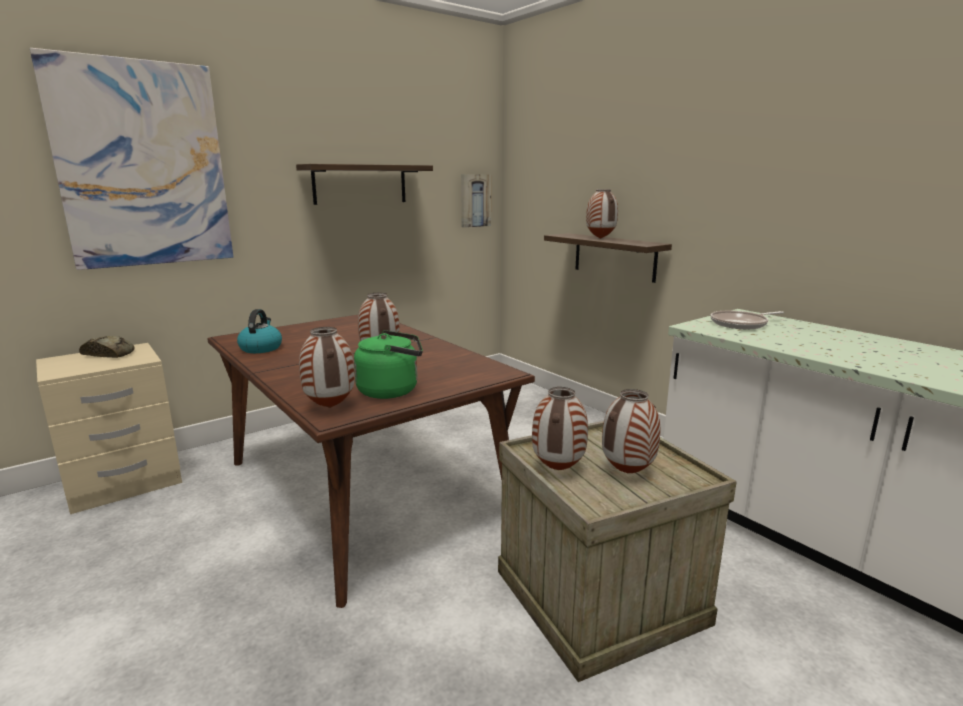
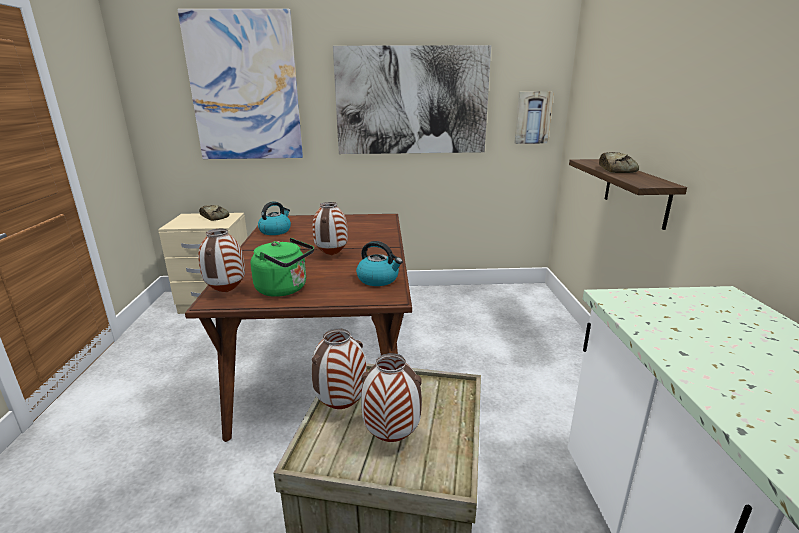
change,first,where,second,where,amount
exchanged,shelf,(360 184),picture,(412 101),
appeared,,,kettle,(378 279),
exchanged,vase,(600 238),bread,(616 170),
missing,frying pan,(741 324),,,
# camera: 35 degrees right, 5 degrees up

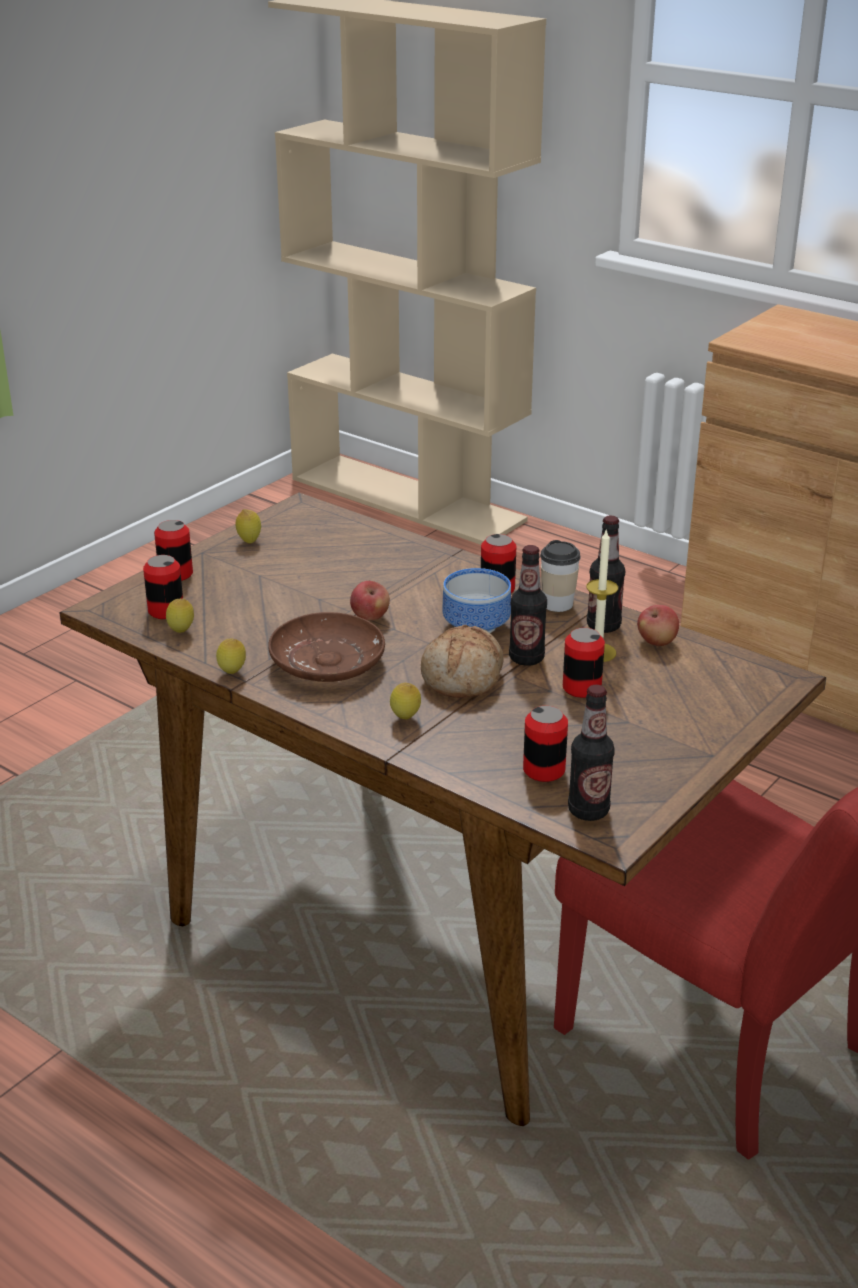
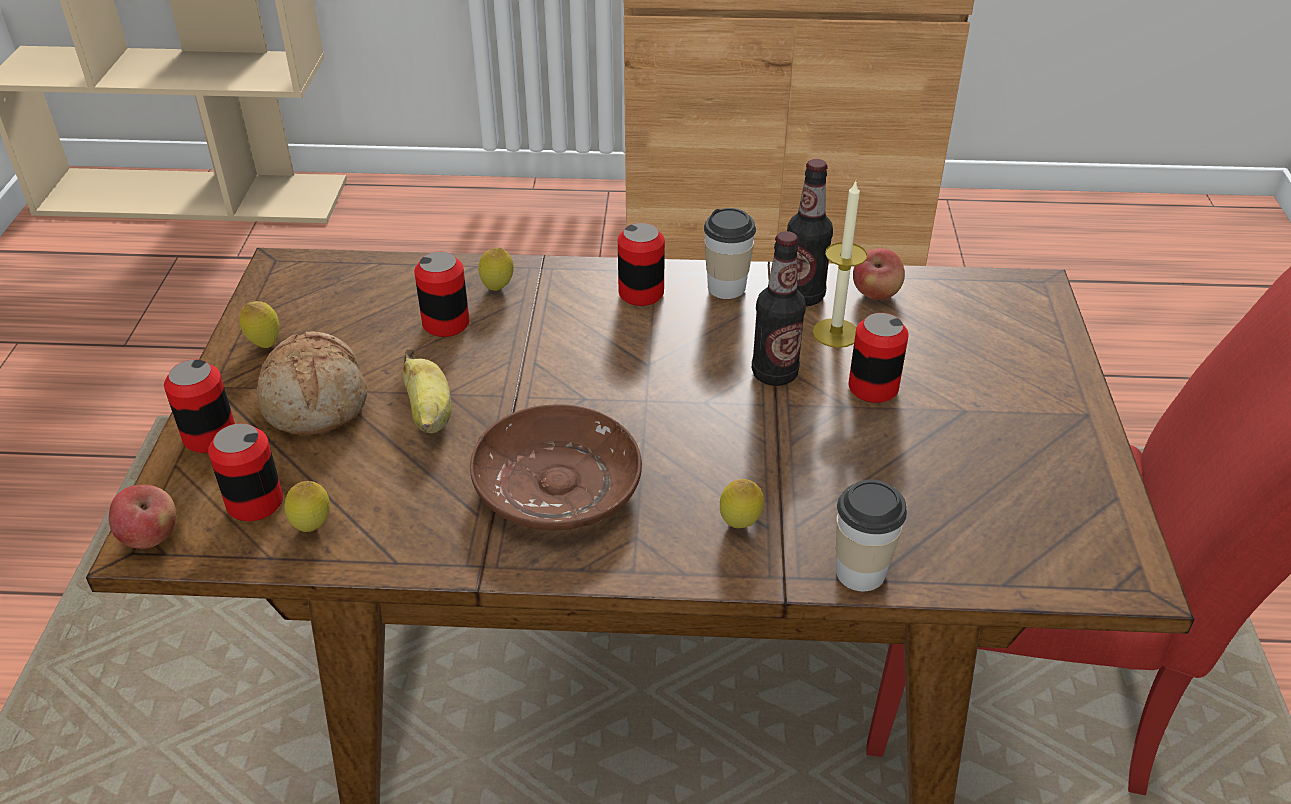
change,first,where,second,where,amount
relocated,apple,(370 617),,(150 537),
relocated,bread,(464 677),,(316 400),
appeared,,,banana,(430 415),
relocated,can,(544 770),,(446 323),
relocated,lemon,(232 673),,(498 289),
appeared,,,cup,(860 572),
missing,bowl,(473 625),,,
missing,bottle,(588 811),,,
# camera: 35 degrees left, 10 degrees up

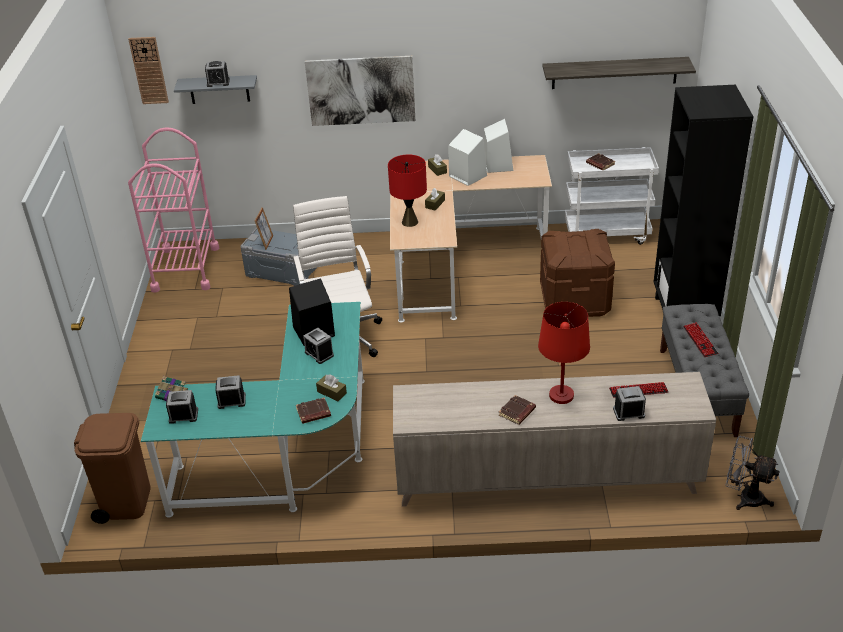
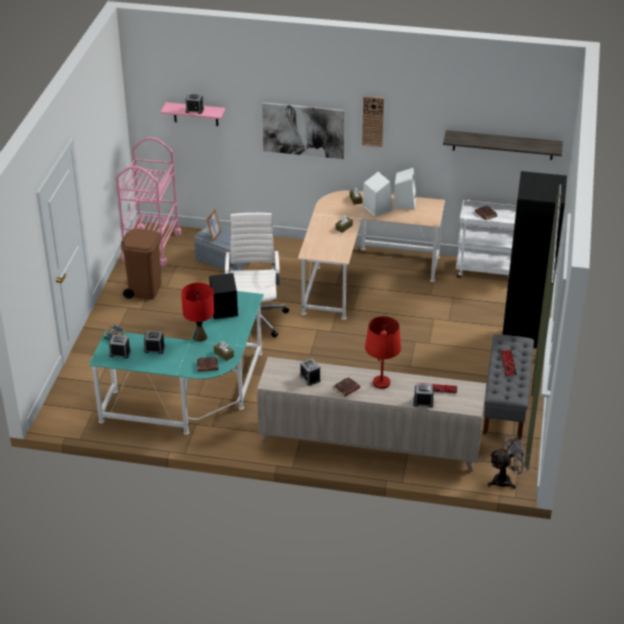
change,first,where,second,where,amount
relocated,trash can (brown),(126 501),,(145 289),
colour,shelf (grey),(219 89),shelf (pink),(195 114),
relocated,table lamp (red),(409 222),,(200 337),
relocated,alarm clock,(319 354),,(310 378),
relocated,wall clock,(149 70),,(373 121),
spun,fan (grey),(744 497),,(506 480),120 degrees clockwise
missing,storage box (brown),(574 300),,,
# camera: 10 degrees right, 0 degrees up

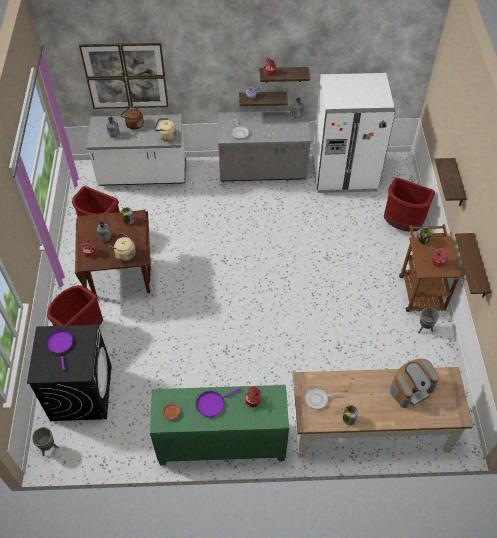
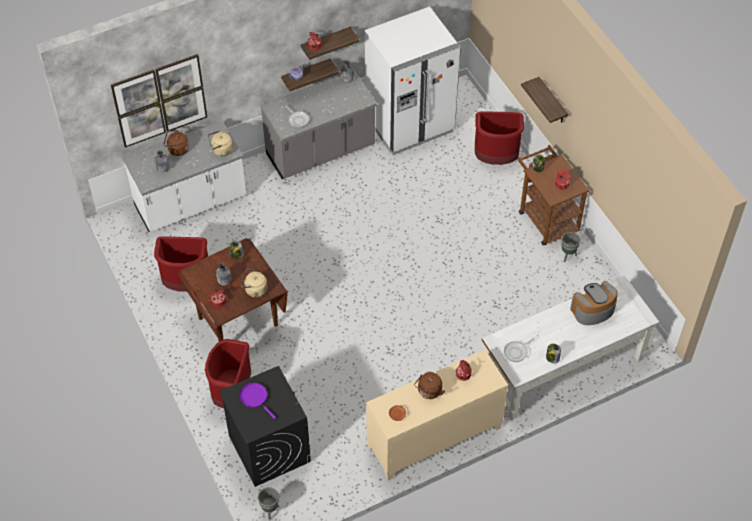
change,first,where,second,where,amount
colour,cabinet (green),(221 443),cabinet (beige),(434 437),
exchanged,frying pan (purple),(212 404),kettle (brown),(429 392),
colour,desk (brown),(370 428),desk (white),(562 367),
spun,coffee machine,(411 388),,(592 310),150 degrees counterclockwise
missing,shelf,(479 268),,,
# camera: 25 degrees left, 0 degrees up

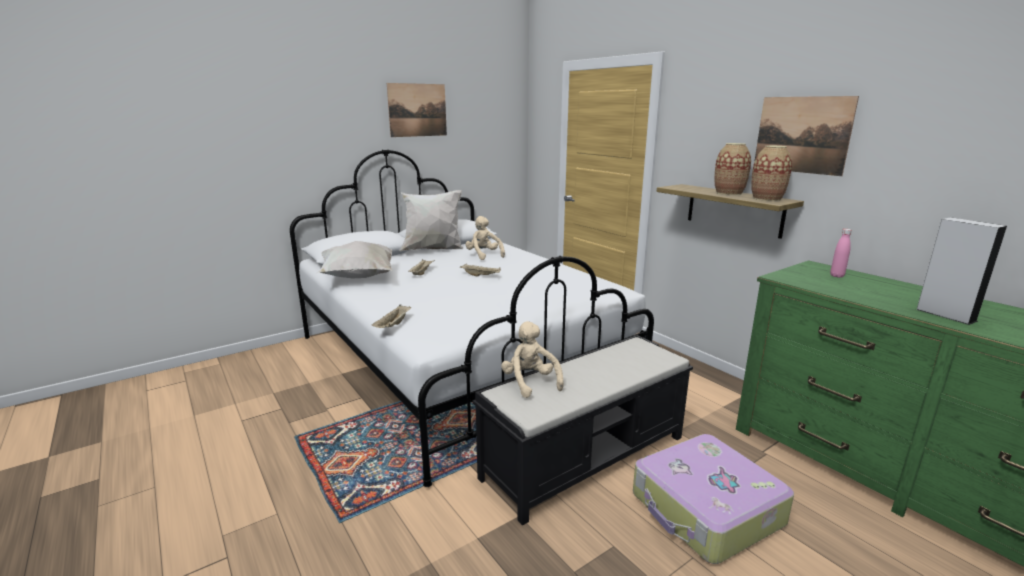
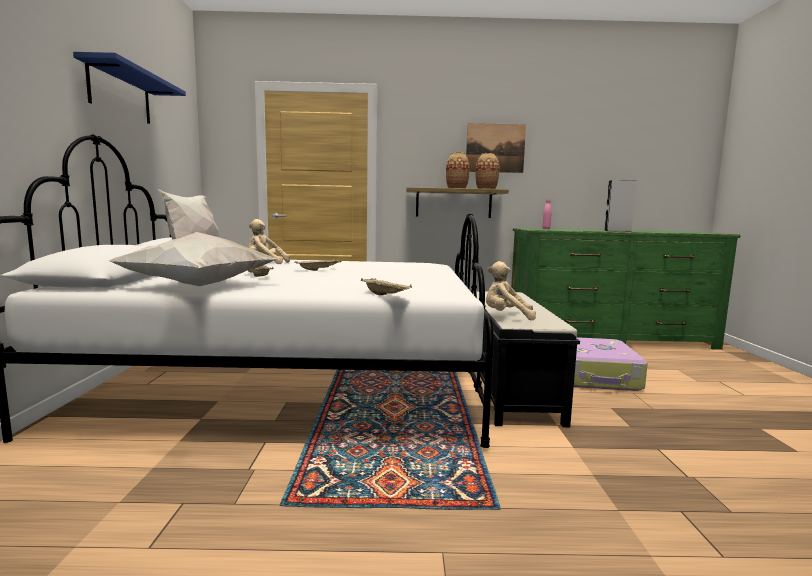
change,first,where,second,where,amount
exchanged,picture,(417 110),shelf (blue),(120 94),
# camera: 55 degrees left, 10 degrees down

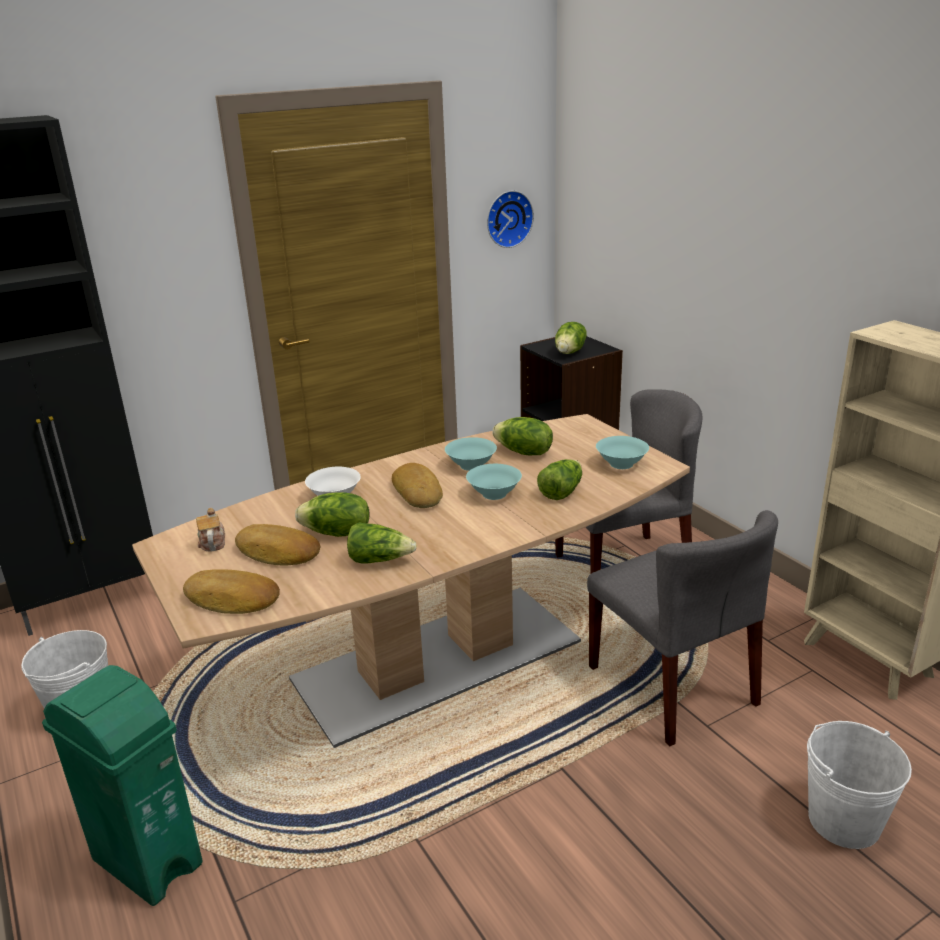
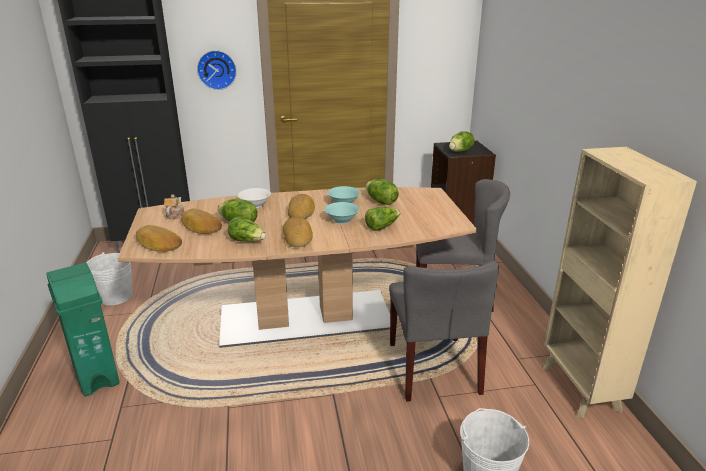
change,first,where,second,where,amount
relocated,wall clock,(507 218),,(217 69),
appeared,,,bread,(298 236),
missing,bowl (turquoise),(621 464),,,
# camera: 20 degrees right, 0 degrees up

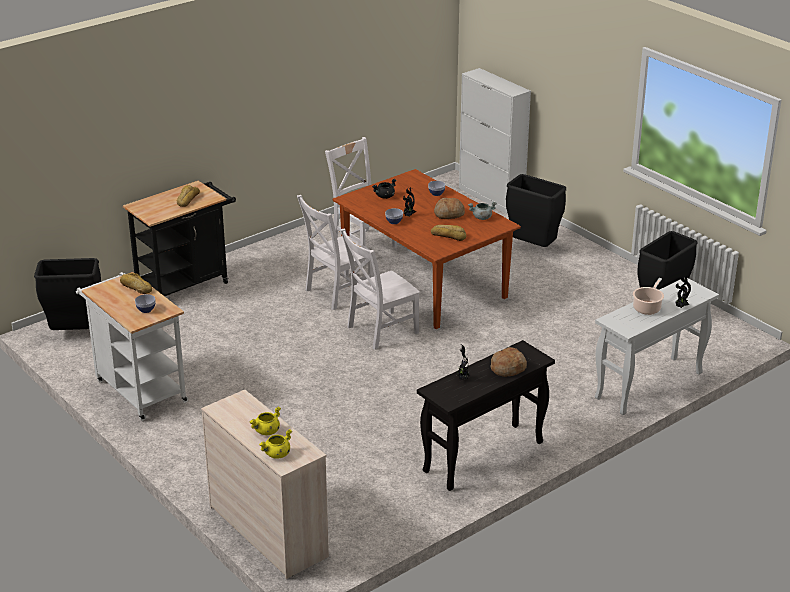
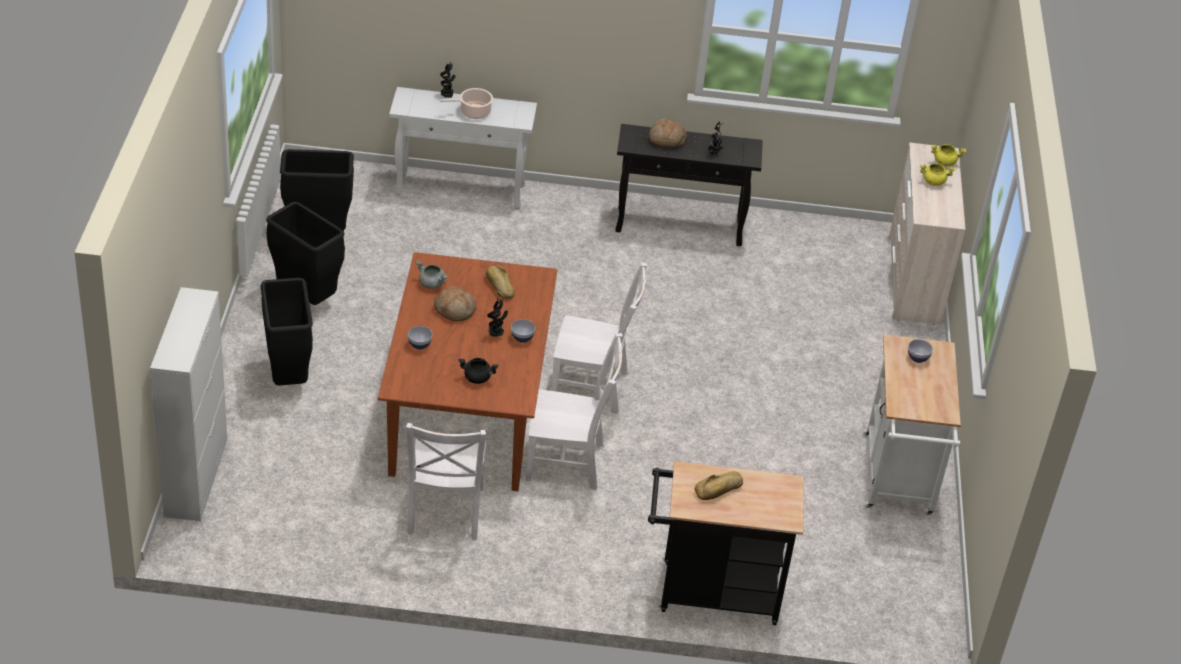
change,first,where,second,where,amount
relocated,trash can (black),(75 334),,(307 298),
missing,bread,(135 287),,,
# camera: 140 degrees left, 10 degrees up

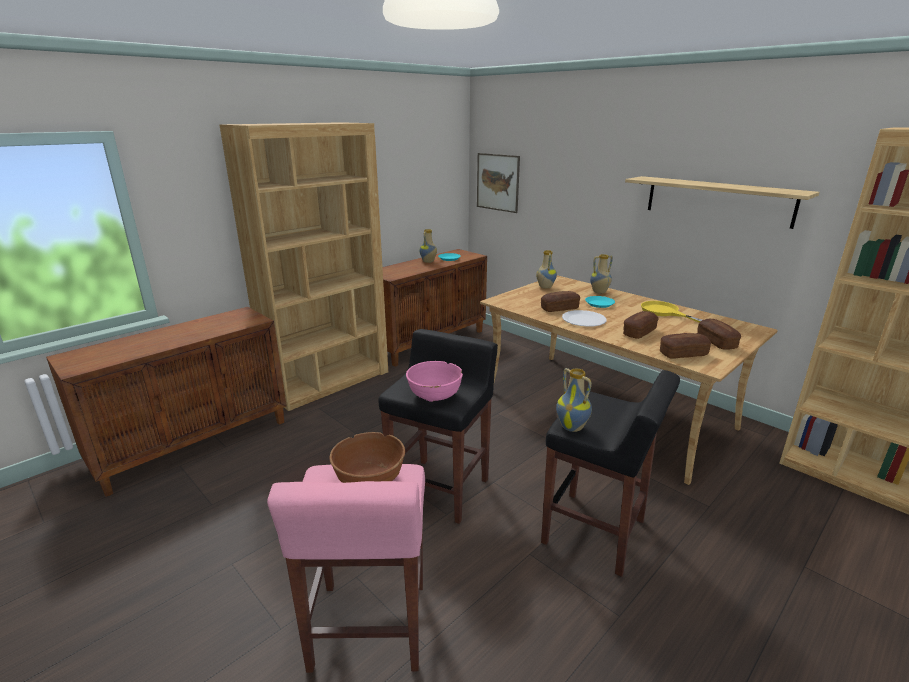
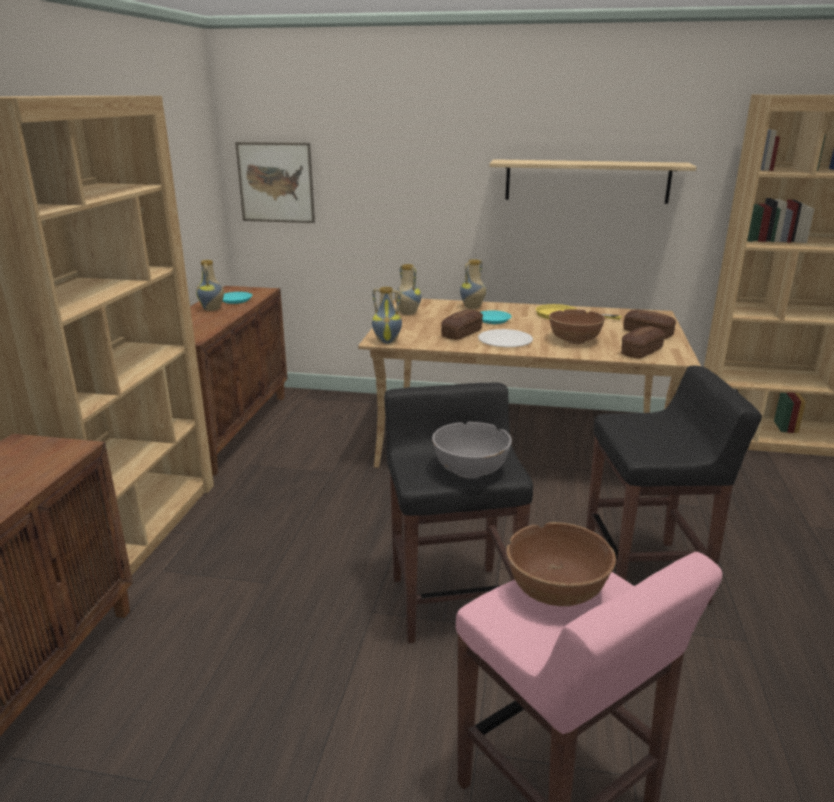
change,first,where,second,where,amount
relocated,vase,(572 427),,(387 341),
colour,bowl (pink),(434 395),bowl (grey),(470 470),
exchanged,bread,(639 332),bowl (brown),(574 340),
# camera: 35 degrees left, 0 degrees up

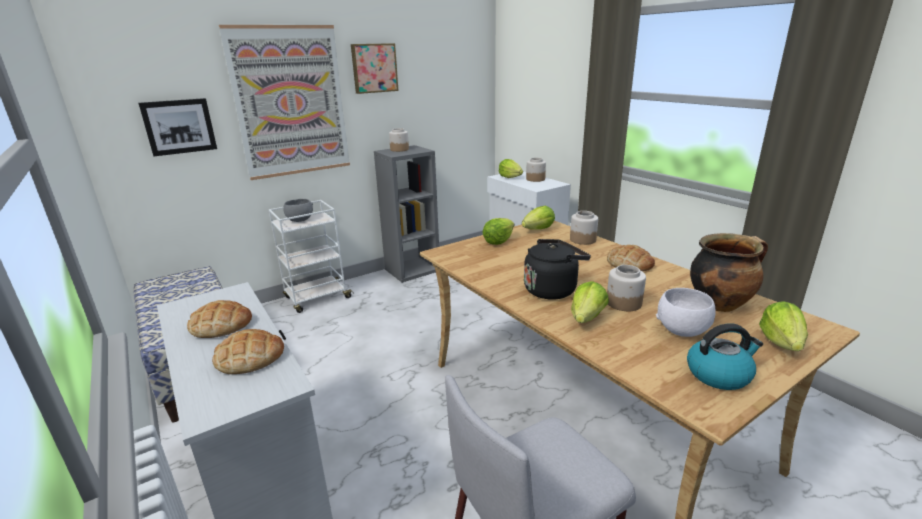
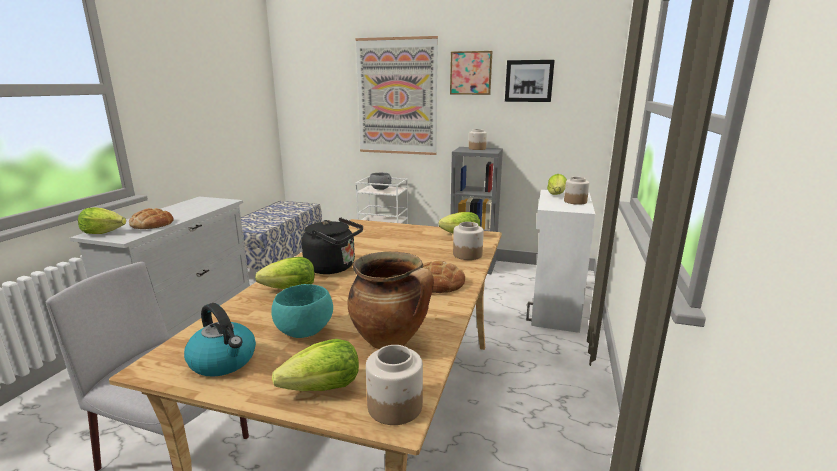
change,first,where,second,where,amount
relocated,lettuce,(498 241),,(103 233),
colour,bowl (white),(682 330),bowl (turquoise),(303 331),
relocated,jar,(623 303),,(394 406),
relocated,picture,(179 126),,(529 81),
missing,bread,(221 325),,,
# camera: 50 degrees right, 5 degrees down

